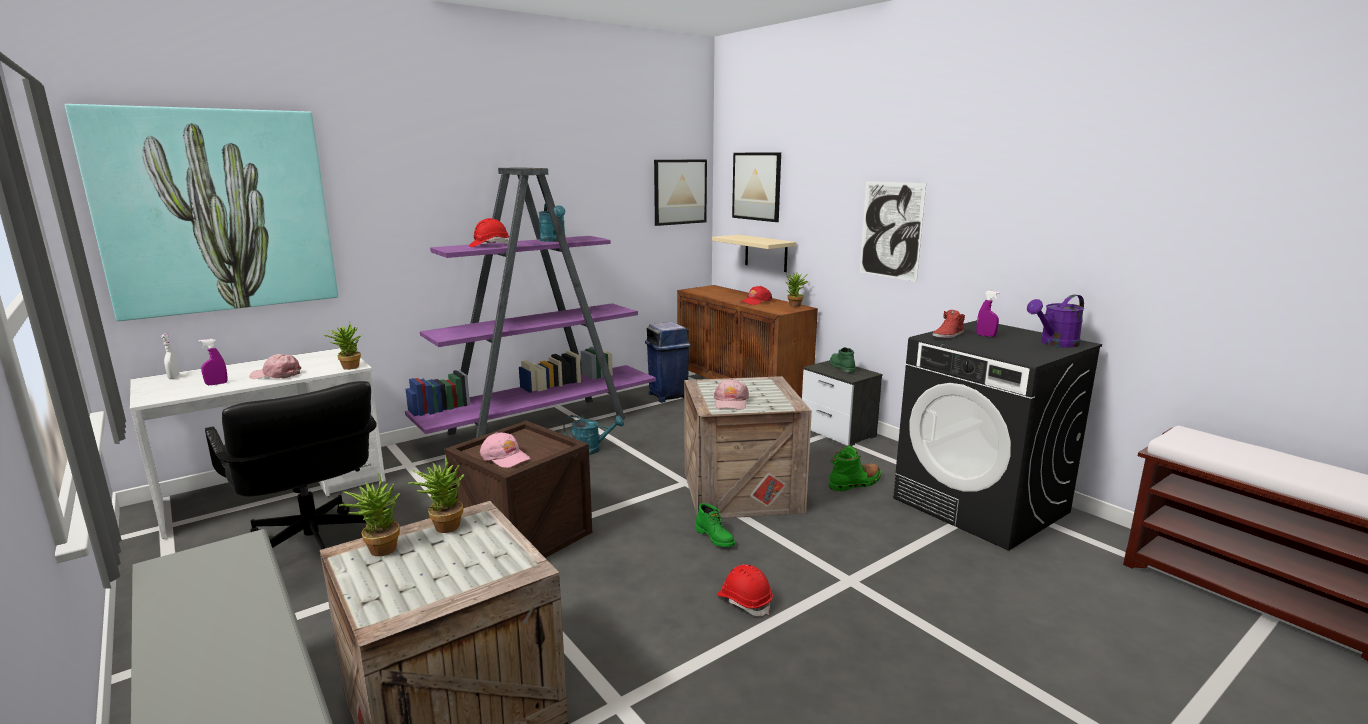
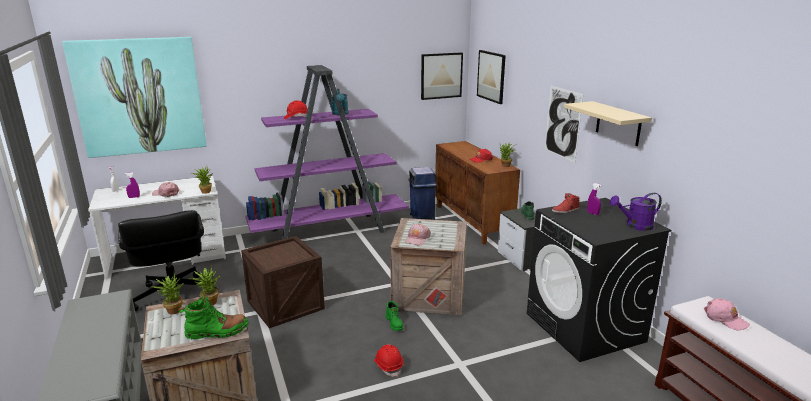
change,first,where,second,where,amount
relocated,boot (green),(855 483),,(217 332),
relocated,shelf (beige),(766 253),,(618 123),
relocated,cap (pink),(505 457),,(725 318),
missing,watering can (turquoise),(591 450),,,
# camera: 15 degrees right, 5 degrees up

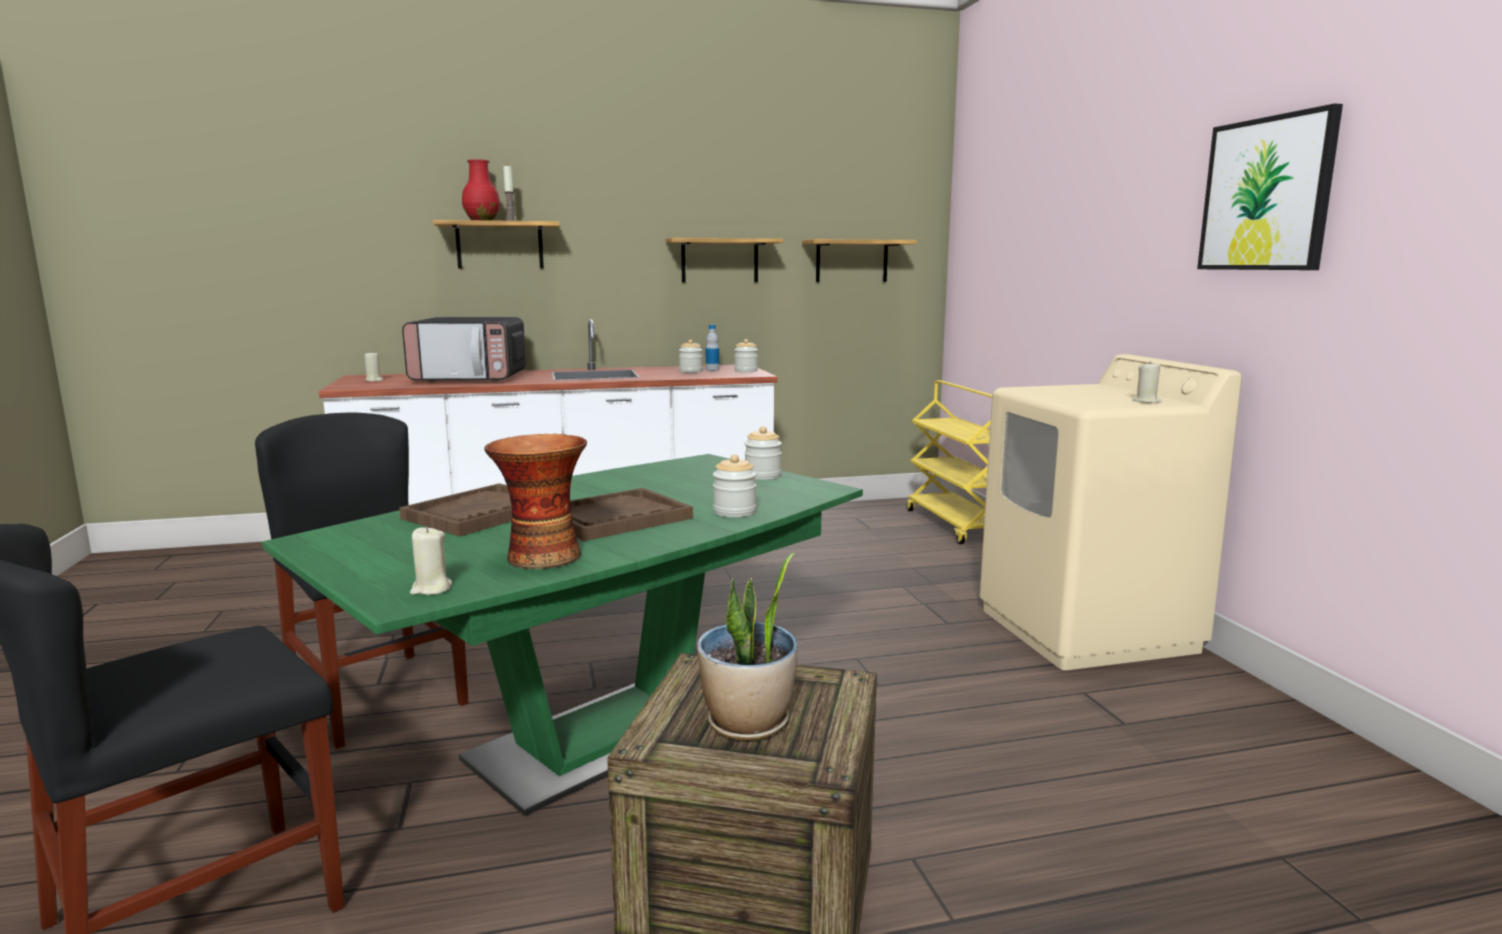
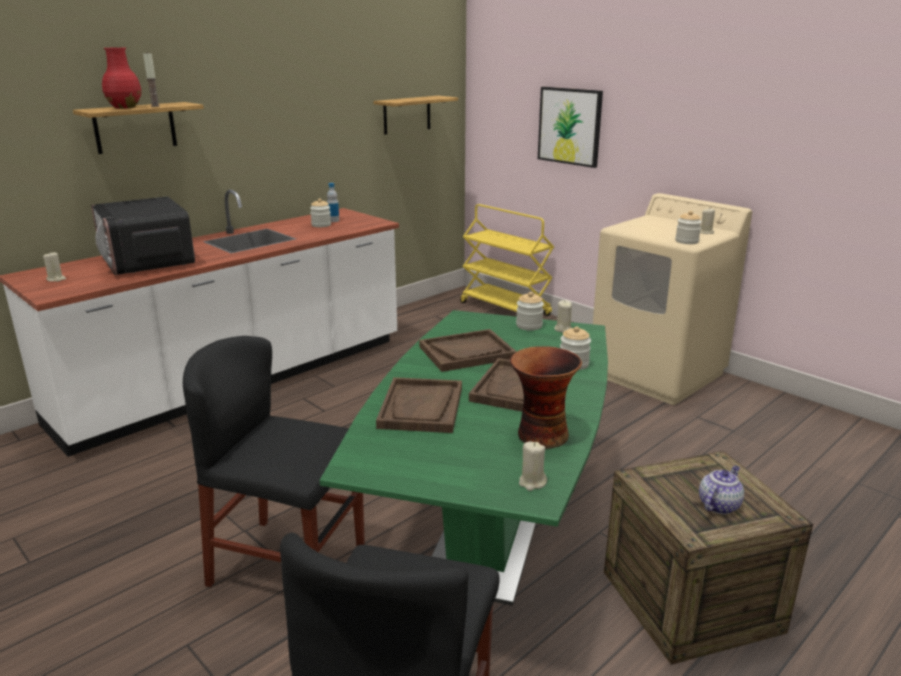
change,first,where,second,where,amount
spun,microwave,(470 378),,(147 261),90 degrees clockwise
appeared,,,tray (brown),(467 352),
relocated,picture,(1266 194),,(570 126),
appeared,,,candle (beige),(562 329),
relocated,jar,(746 371),,(686 241),
exchanged,potted plant,(748 724),teapot,(718 505),
missing,shelf,(719 260),,,
# camera: 30 degrees left, 10 degrees up

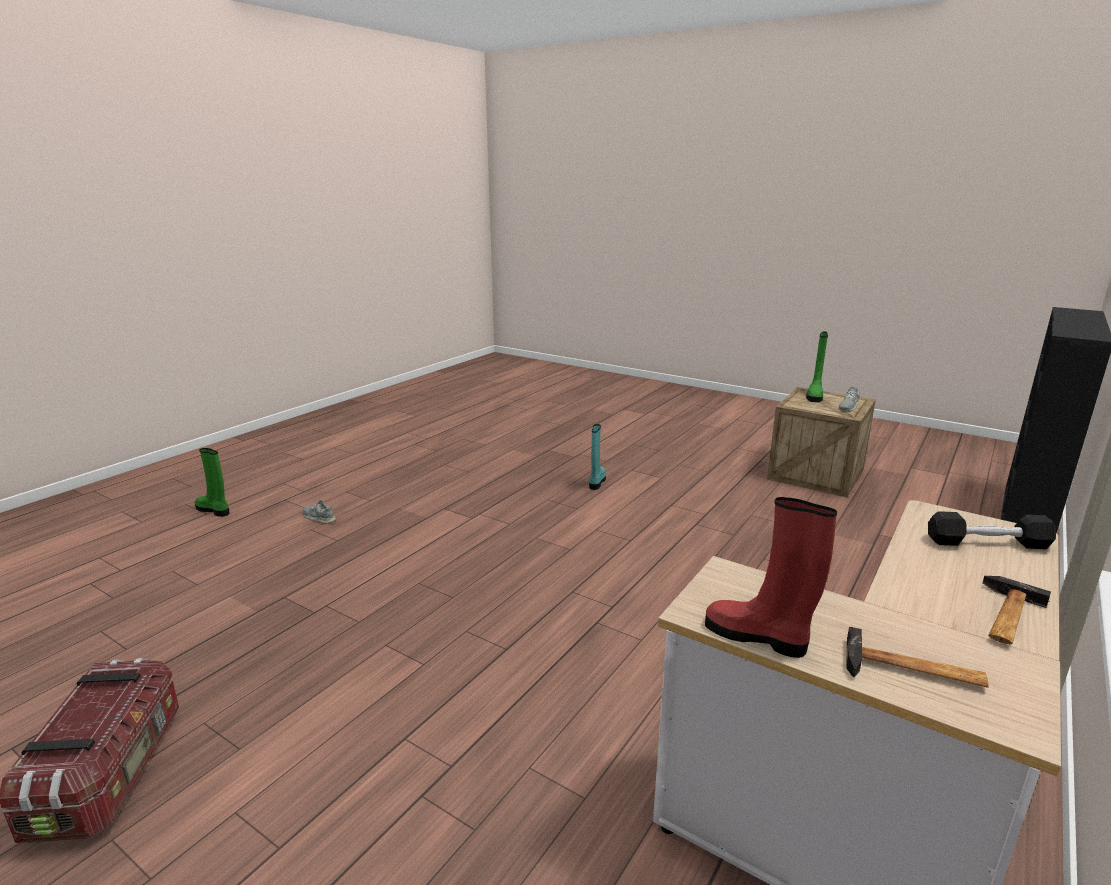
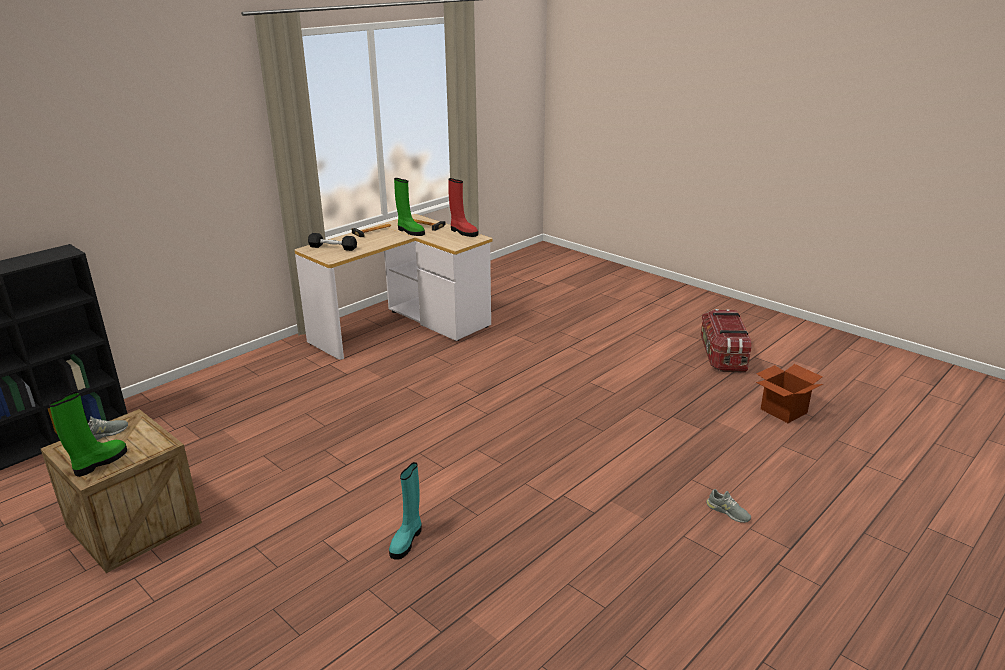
change,first,where,second,where,amount
relocated,boot (green),(214 510),,(410 231),
appeared,,,cardboard box,(784 411),
# camera: 170 degrees left, 5 degrees up

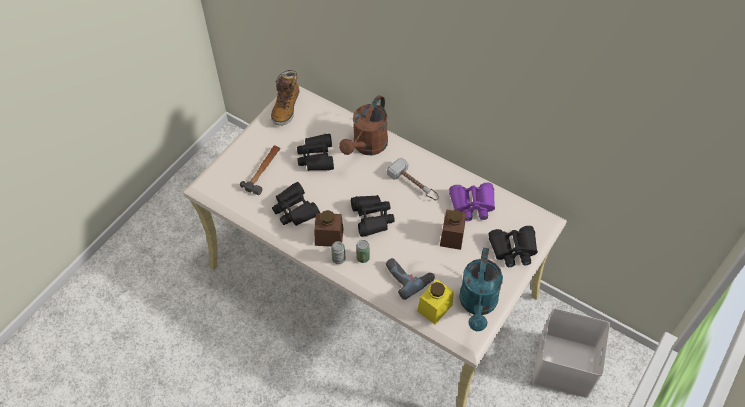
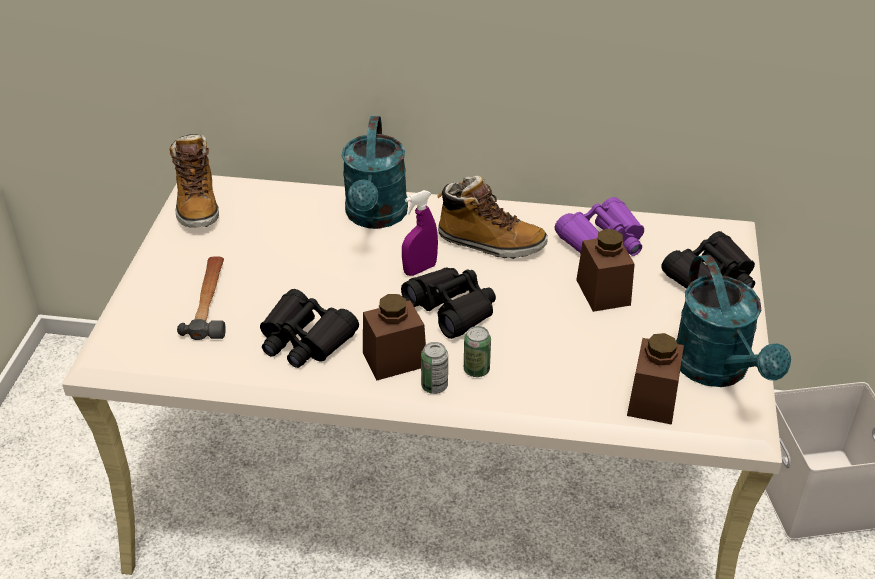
change,first,where,second,where,amount
colour,watering can (brown),(367 147),watering can (turquoise),(375 217),
appeared,,,spray bottle (purple),(420 269),
exchanged,hammer,(414 184),boot,(490 243),
colour,jar (yellow),(434 308),jar (brown),(652 400),
missing,binoculars (black),(316 157),,,
missing,power drill,(408 276),,,
# camera: 25 degrees left, 15 degrees down

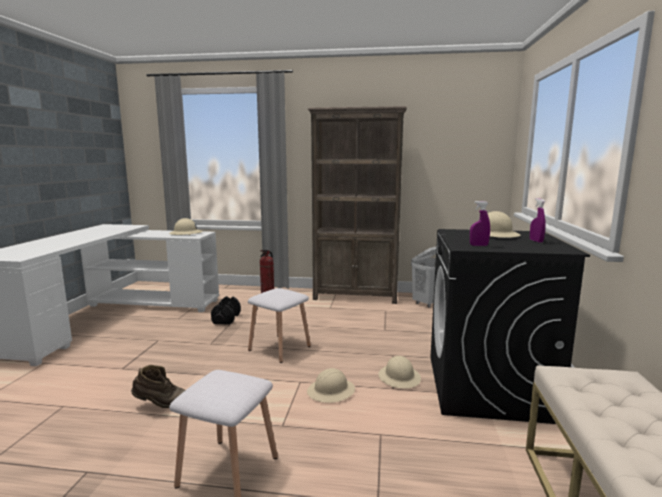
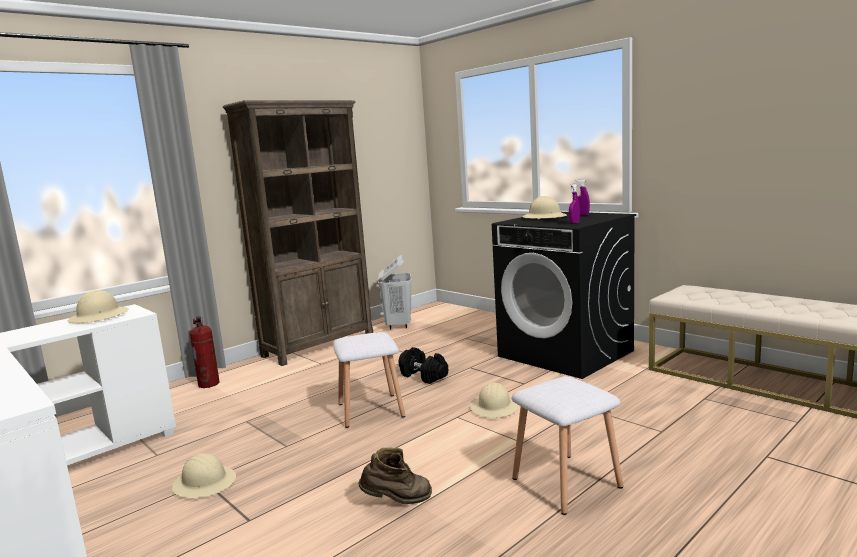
change,first,where,second,where,amount
relocated,hard hat (beige),(399 377),,(205 483),
spun,boot (brown),(161 405),,(397 502),45 degrees clockwise
relocated,dumbbell (black),(226 319),,(424 376),
# camera: 50 degrees left, 0 degrees up

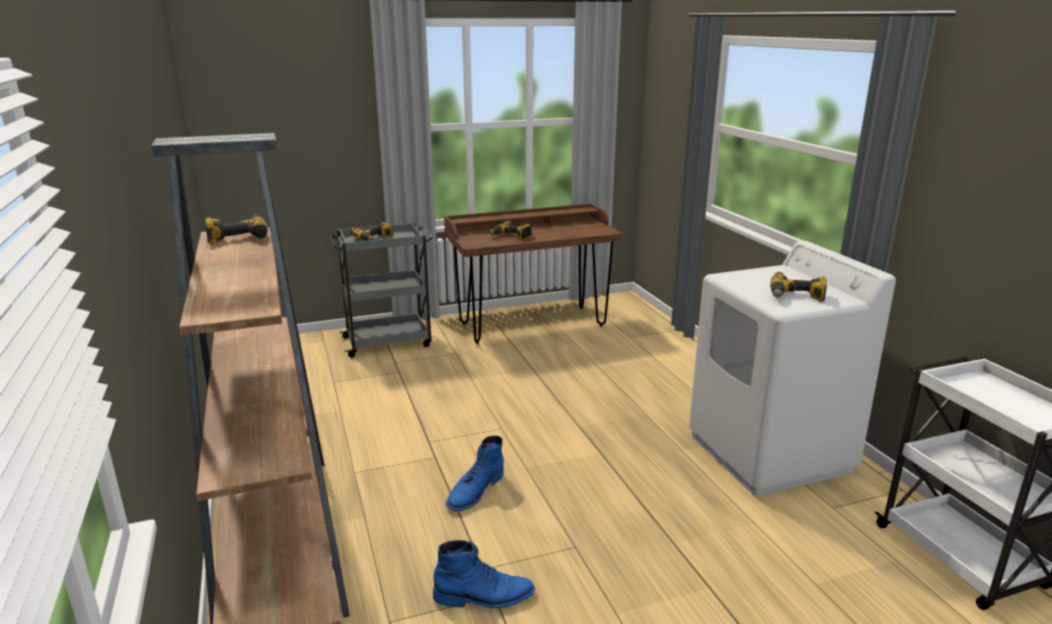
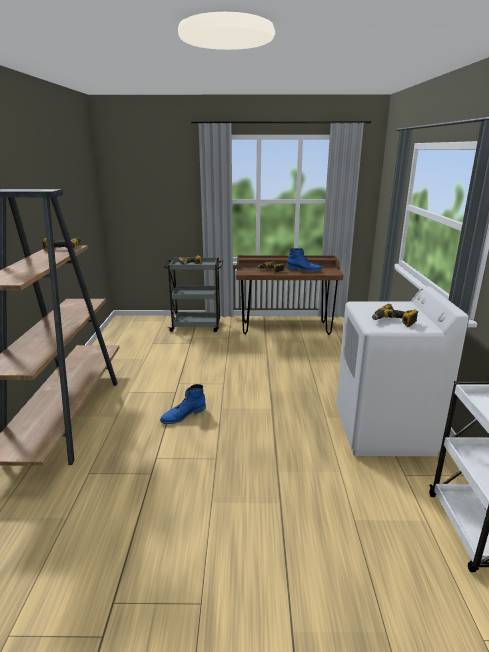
change,first,where,second,where,amount
relocated,boot (blue),(484 597),,(304 270),
# camera: 20 degrees right, 0 degrees up

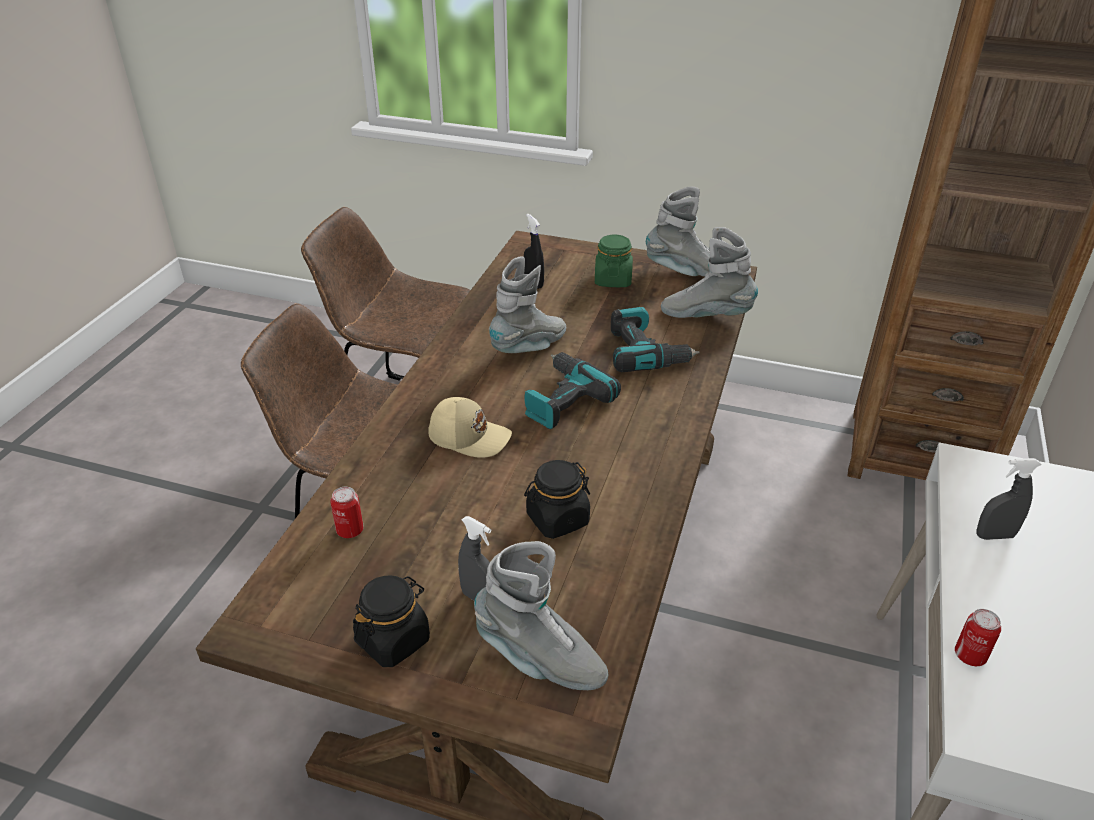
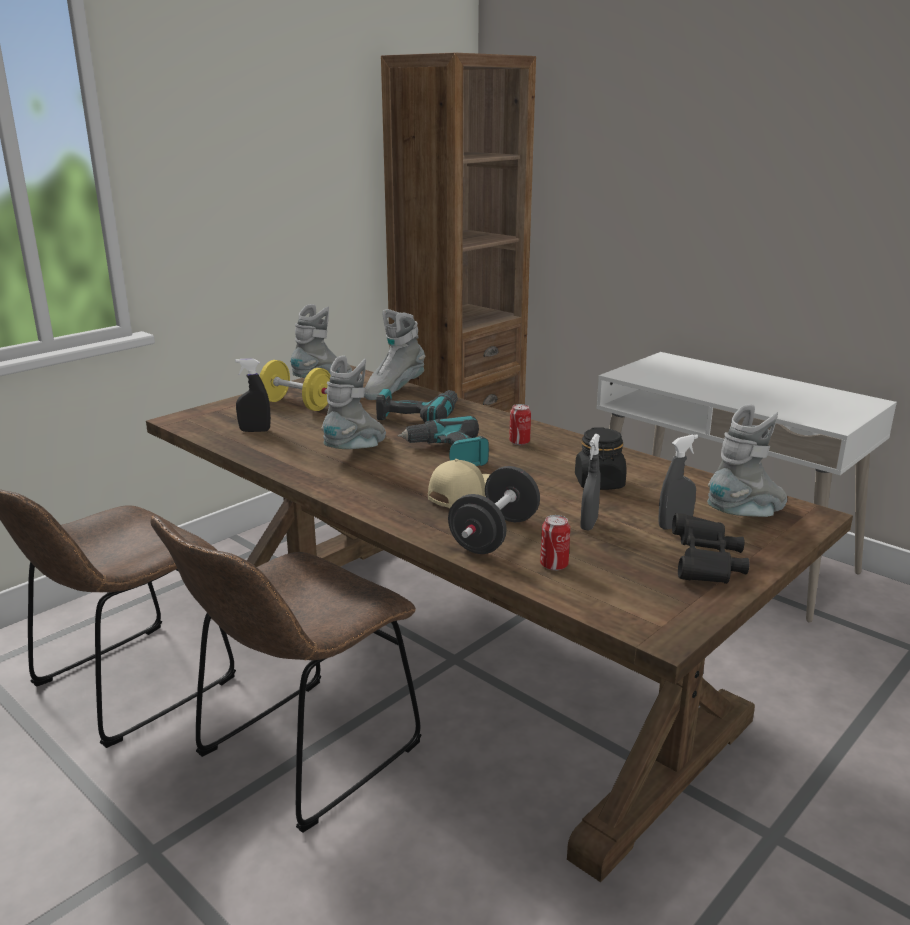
change,first,where,second,where,amount
exchanged,jar (green),(613 280),dumbbell (yellow),(297 405),
spun,boot (grey),(530 347),,(358 450),45 degrees clockwise
appeared,,,dumbbell (black),(494 535),
relocated,can,(970 655),,(519 442),
relocated,spray bottle (grey),(994 535),,(589 524),
exchanged,jar (black),(393 640),binoculars (black),(706 566),
# camera: 65 degrees left, 15 degrees down

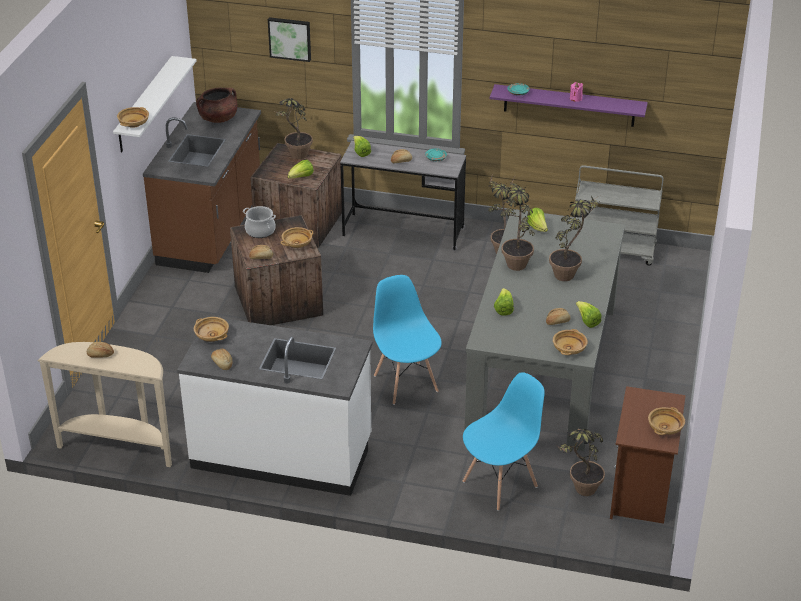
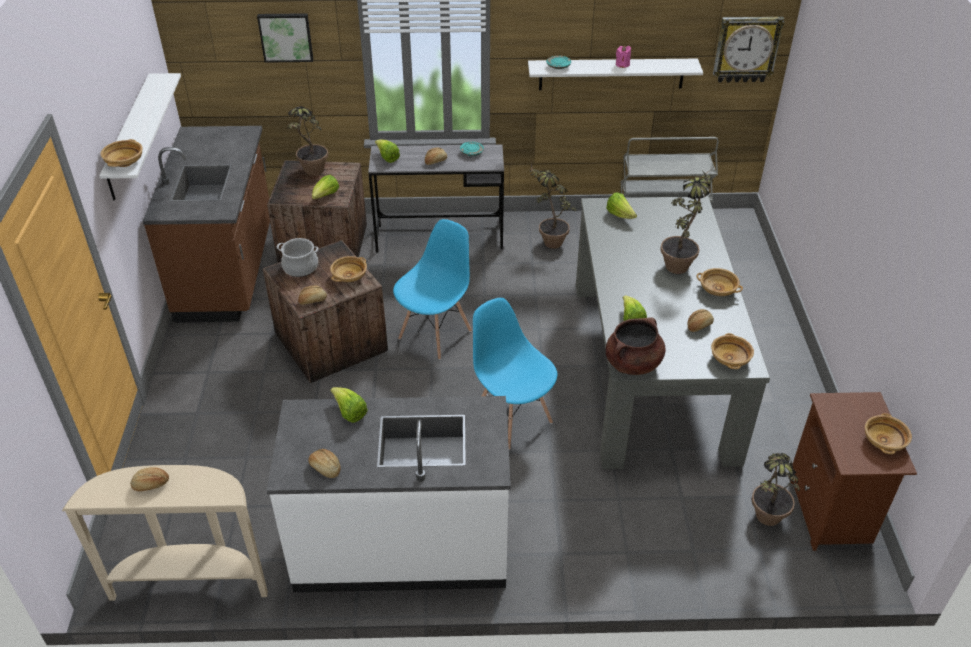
change,first,where,second,where,amount
relocated,lettuce,(587 321),,(349 413),
relocated,chair (blue),(500 484),,(435 334),
colour,shelf (purple),(569 105),shelf (white),(611 74),
relocated,cooking pot (brown),(218 119),,(633 364),
relocated,bowl (beige),(211 336),,(717 290),
appeared,,,wall clock,(746 49),
missing,potted plant,(515 260),,,
# camera: 15 degrees left, 5 degrees up

